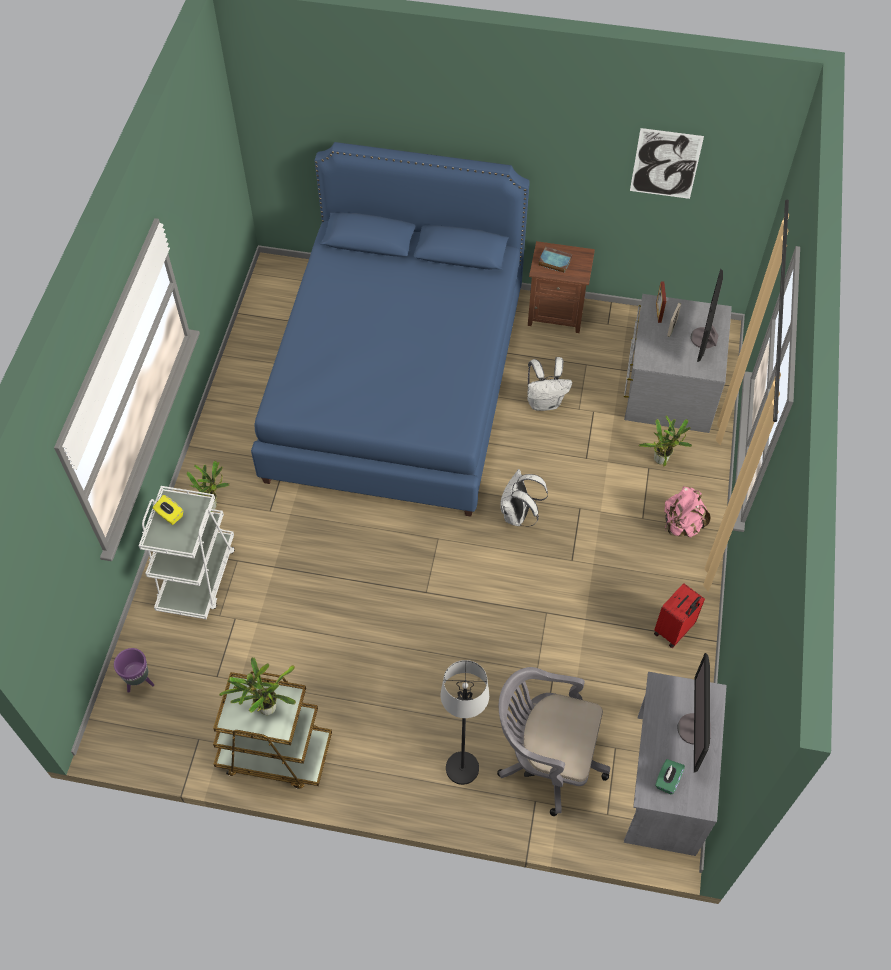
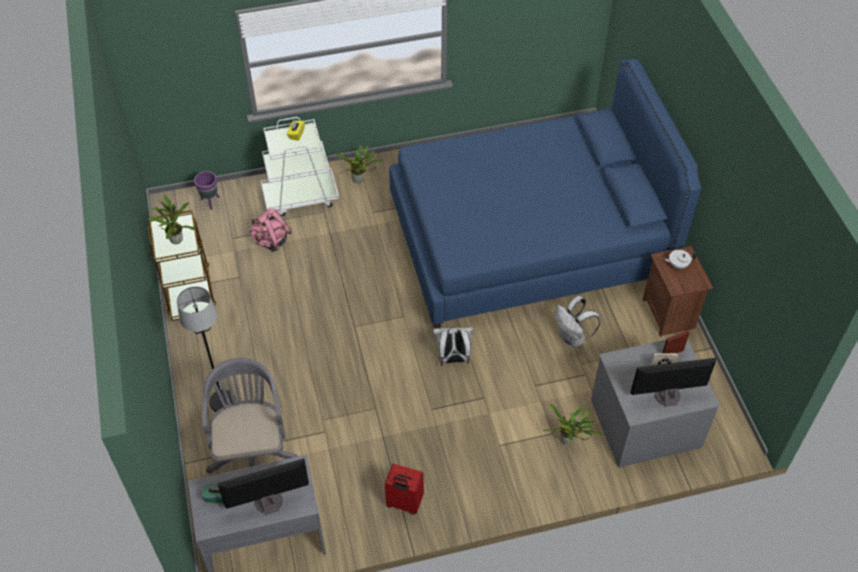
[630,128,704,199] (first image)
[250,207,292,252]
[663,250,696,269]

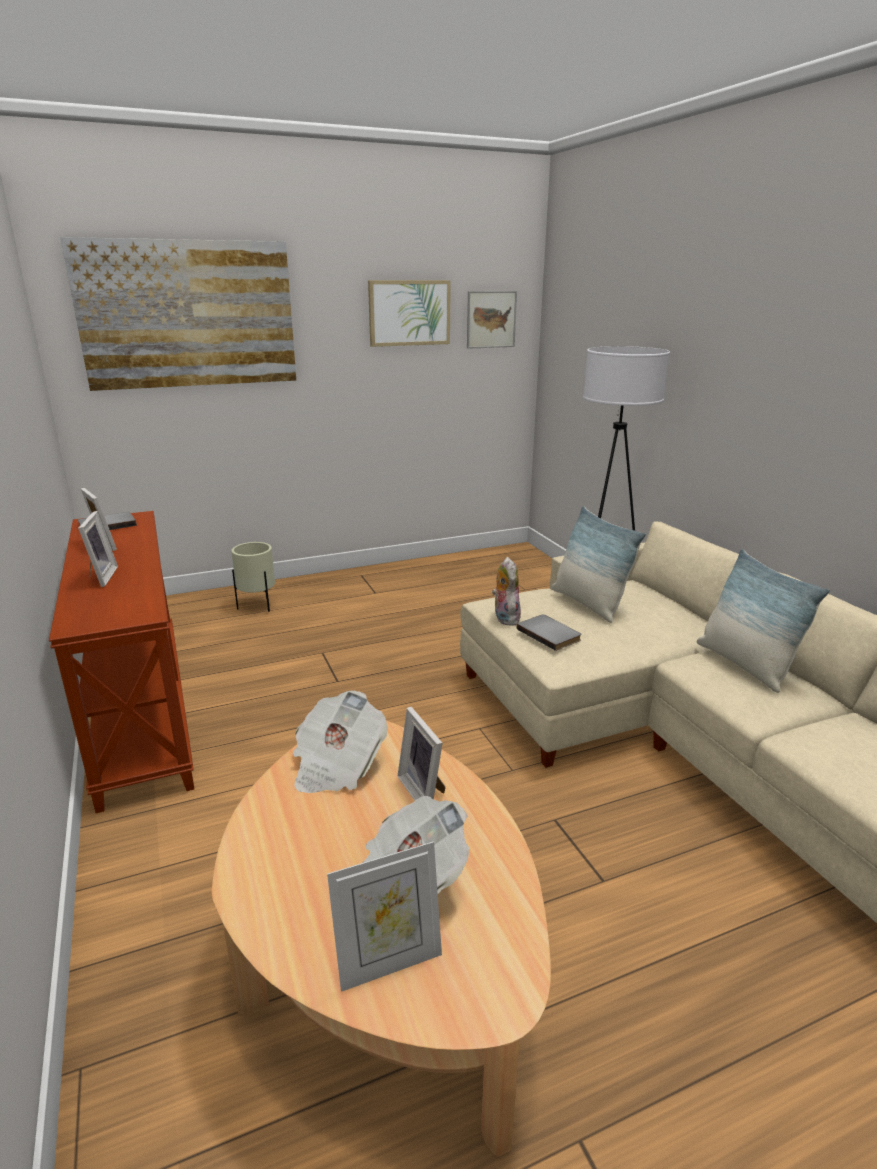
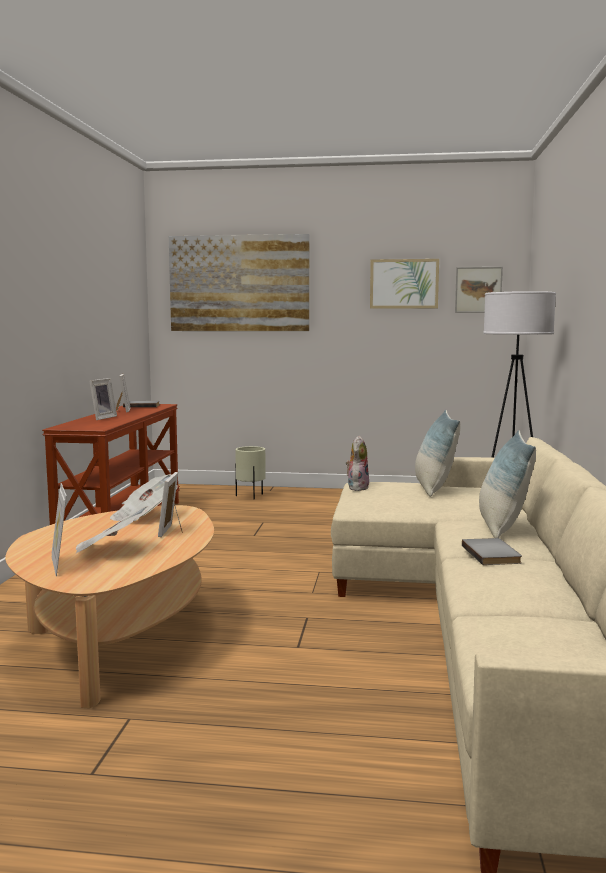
[462,538,522,565]
[52,483,67,576]

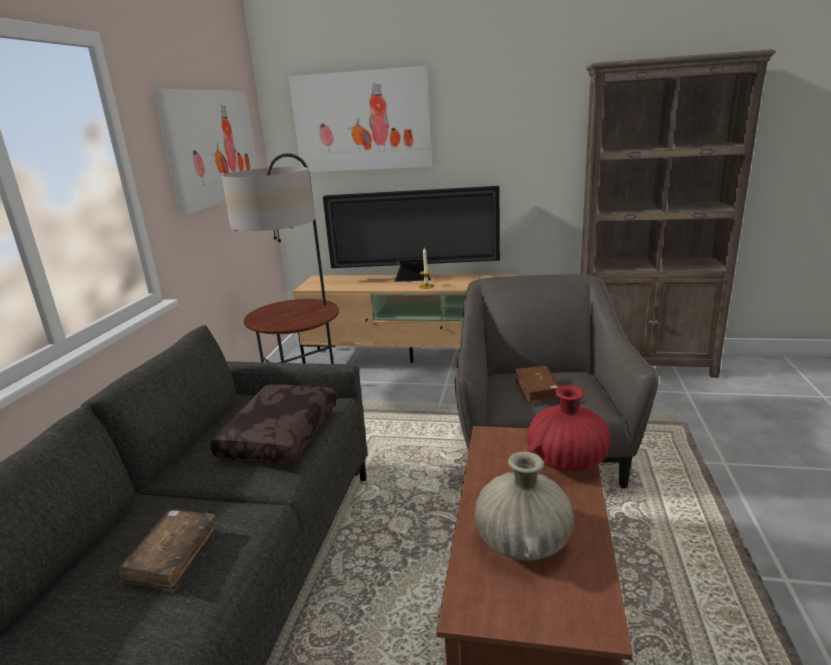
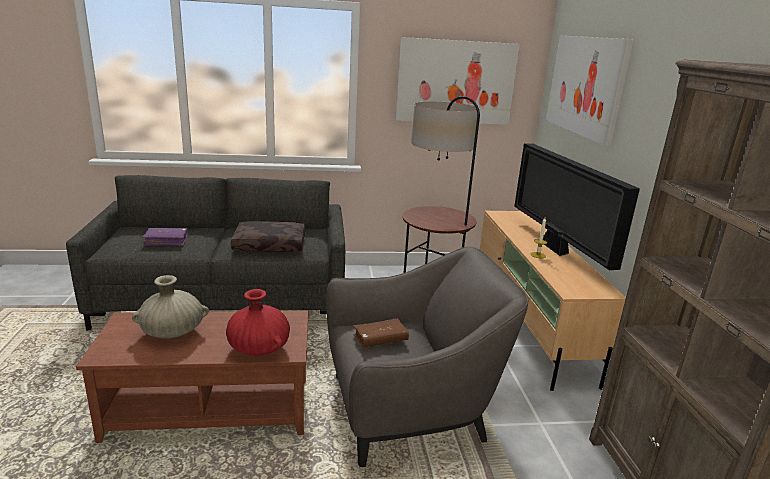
[143,228,188,246]

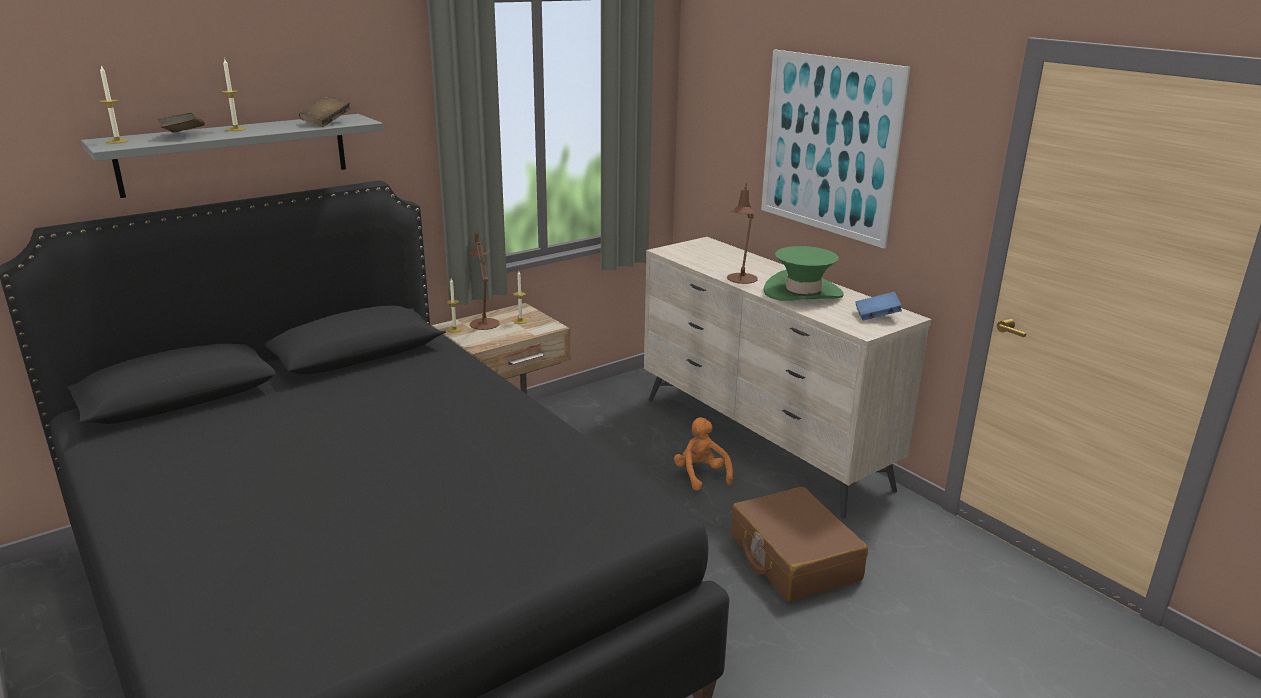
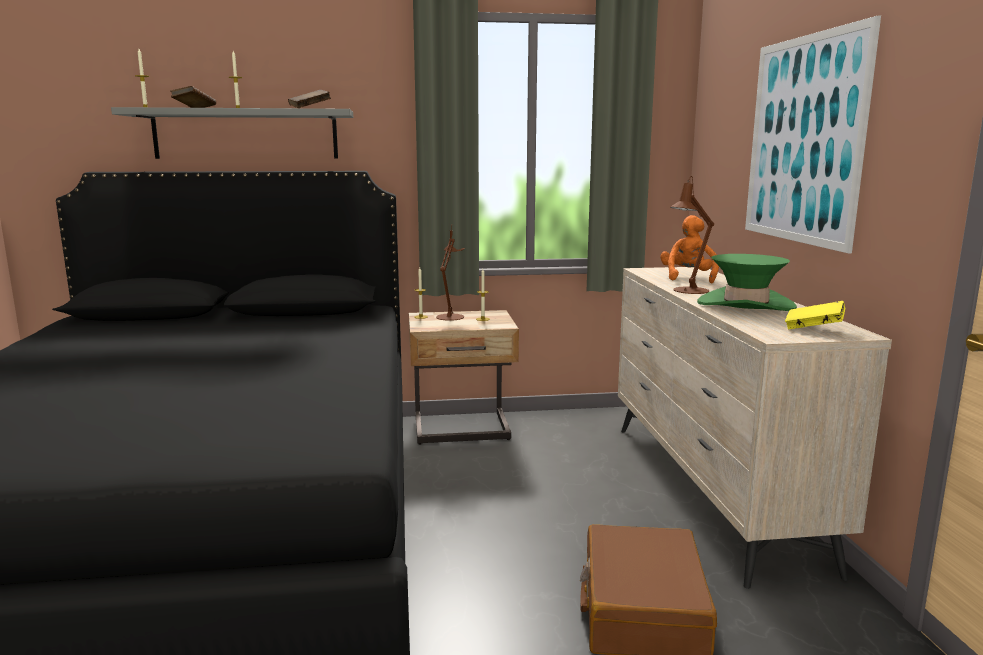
[660,215,719,283]
[785,301,845,329]

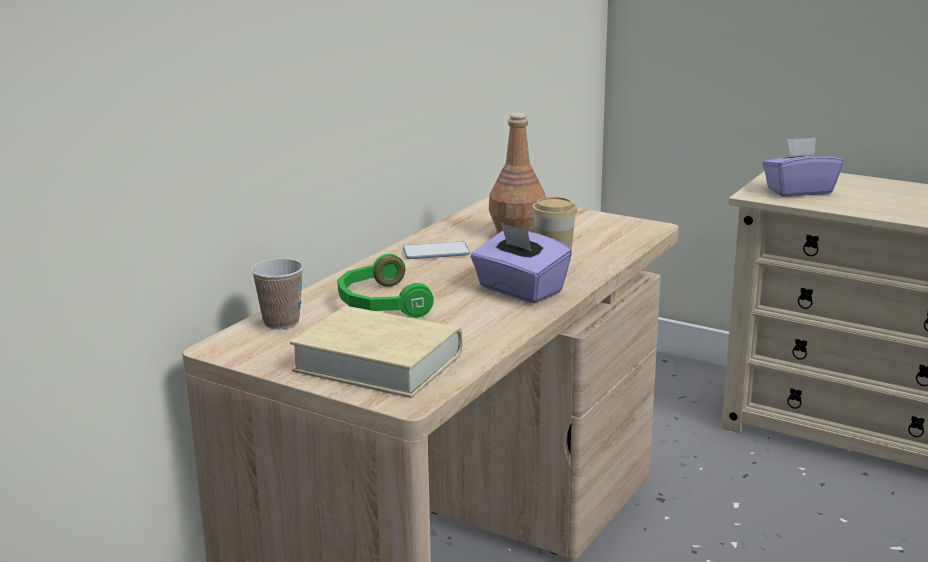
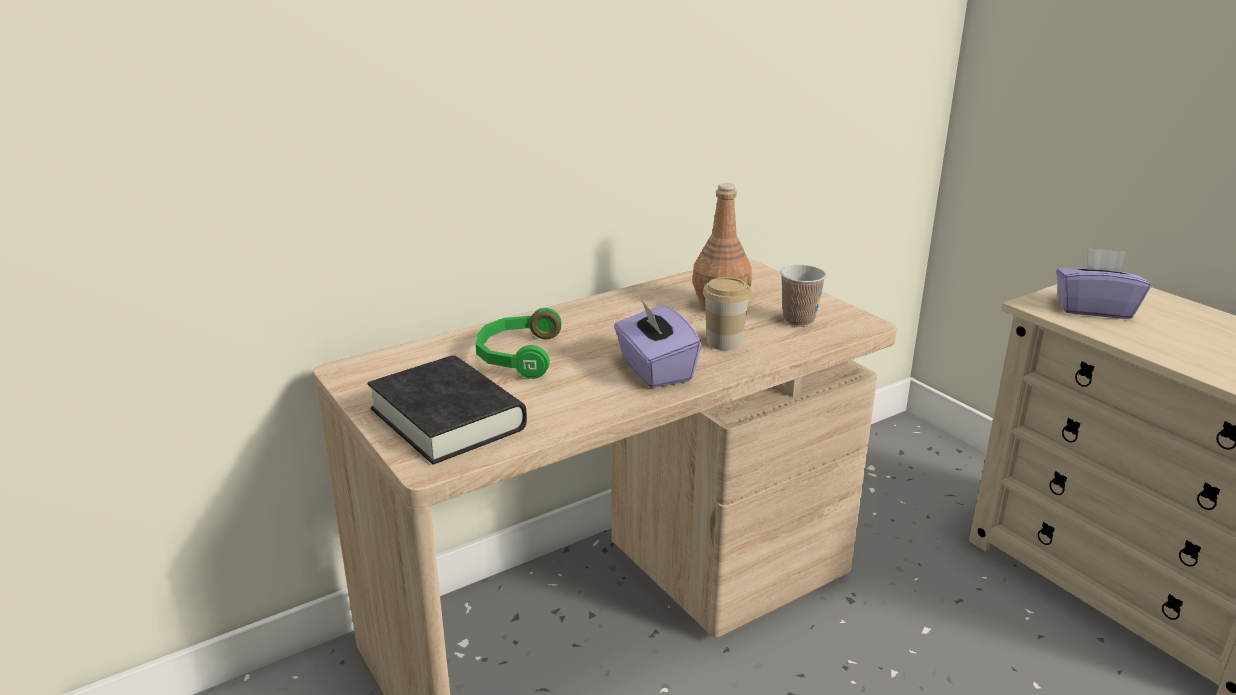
[403,242,470,259] (first image)
[780,265,826,327]
[368,355,527,465]

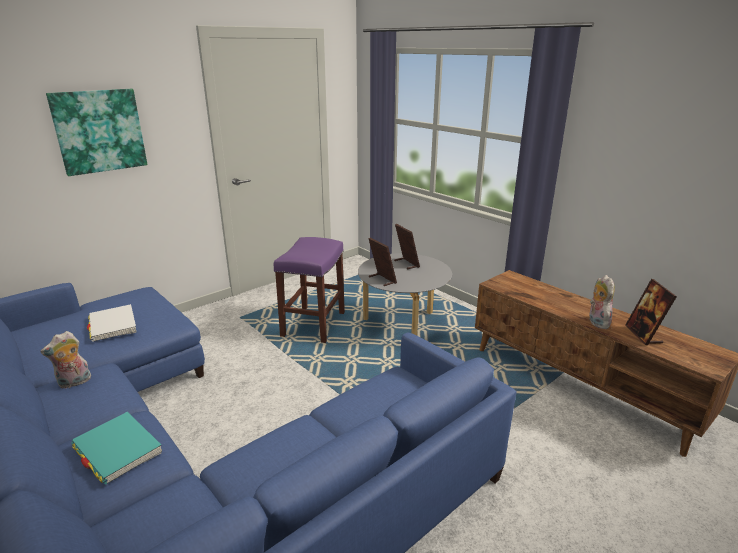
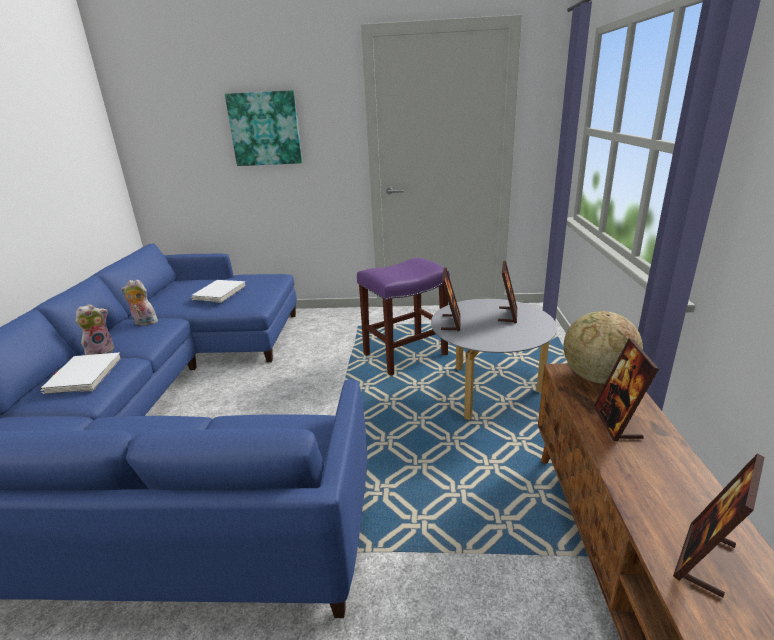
[563,311,643,384]
[594,338,659,442]
[75,304,114,355]
[40,352,121,394]

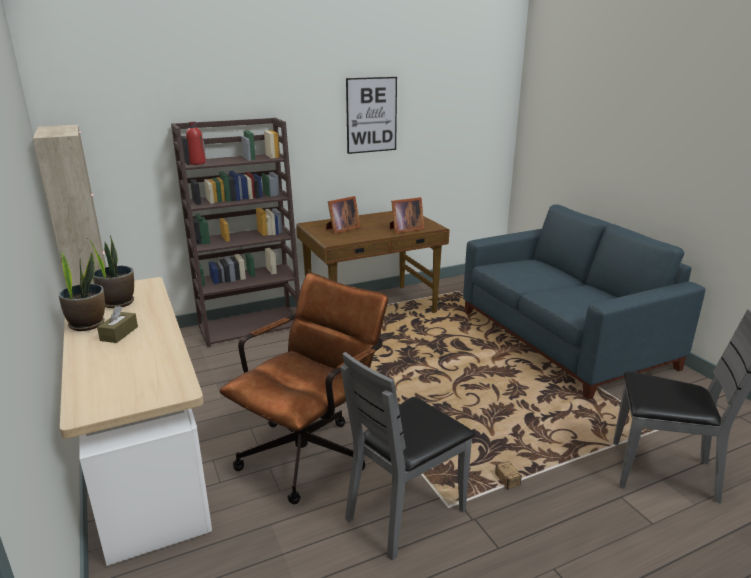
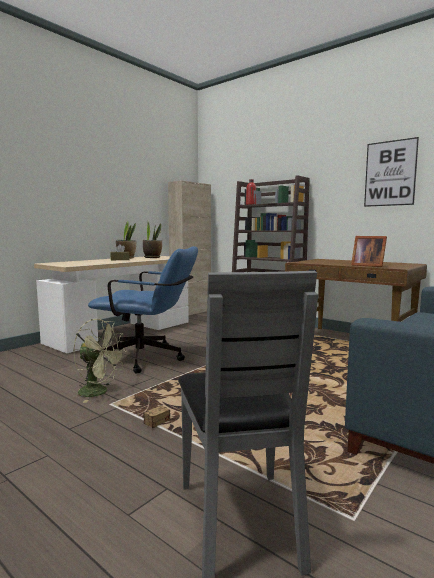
[326,196,361,234] (first image)
[73,319,127,403]
[88,246,198,374]

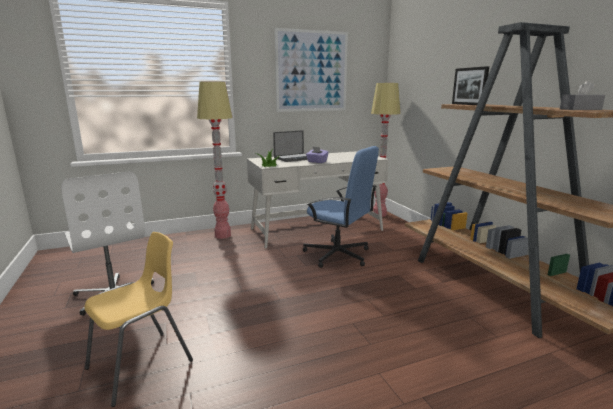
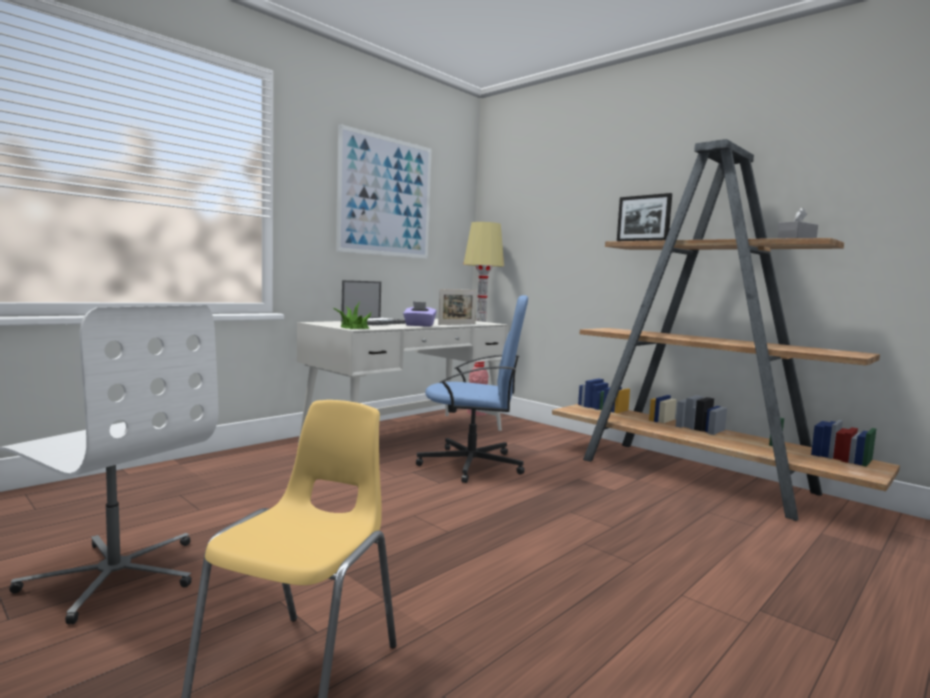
[197,82,233,239] (first image)
[438,289,477,325]

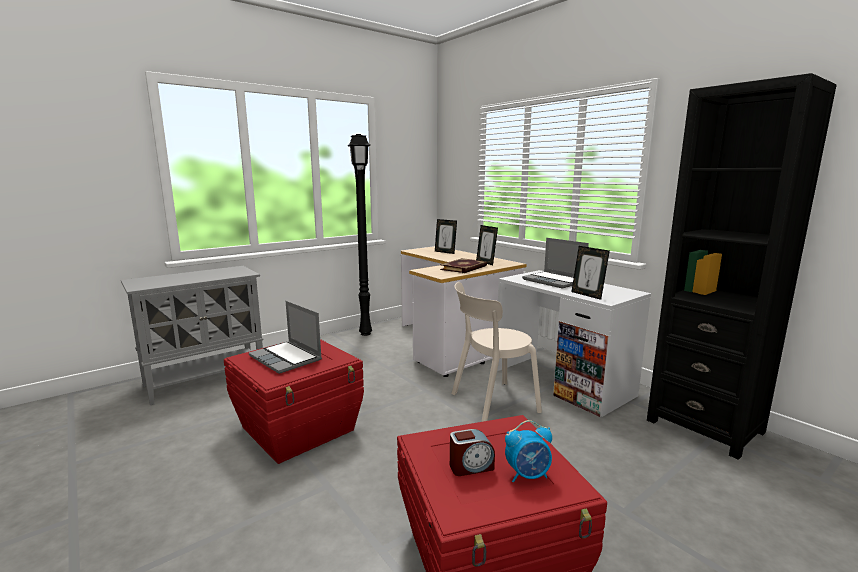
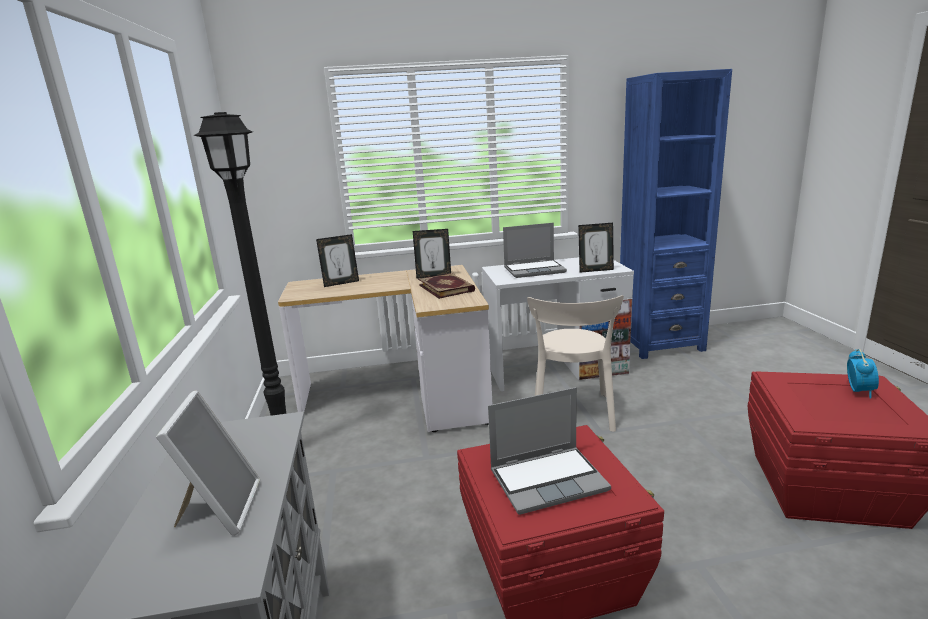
[450,429,495,476] (first image)
[156,390,260,536]
[620,69,732,359]

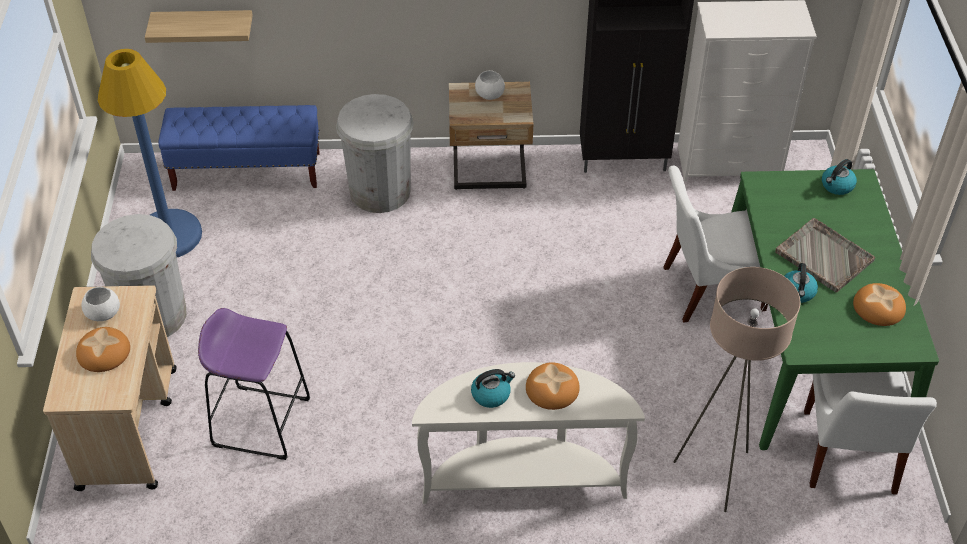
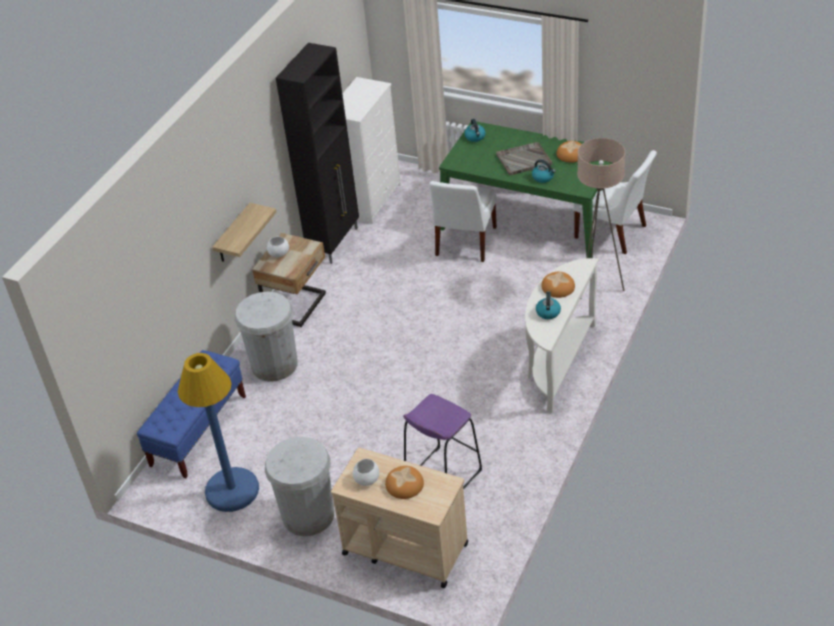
[212,203,277,262]

